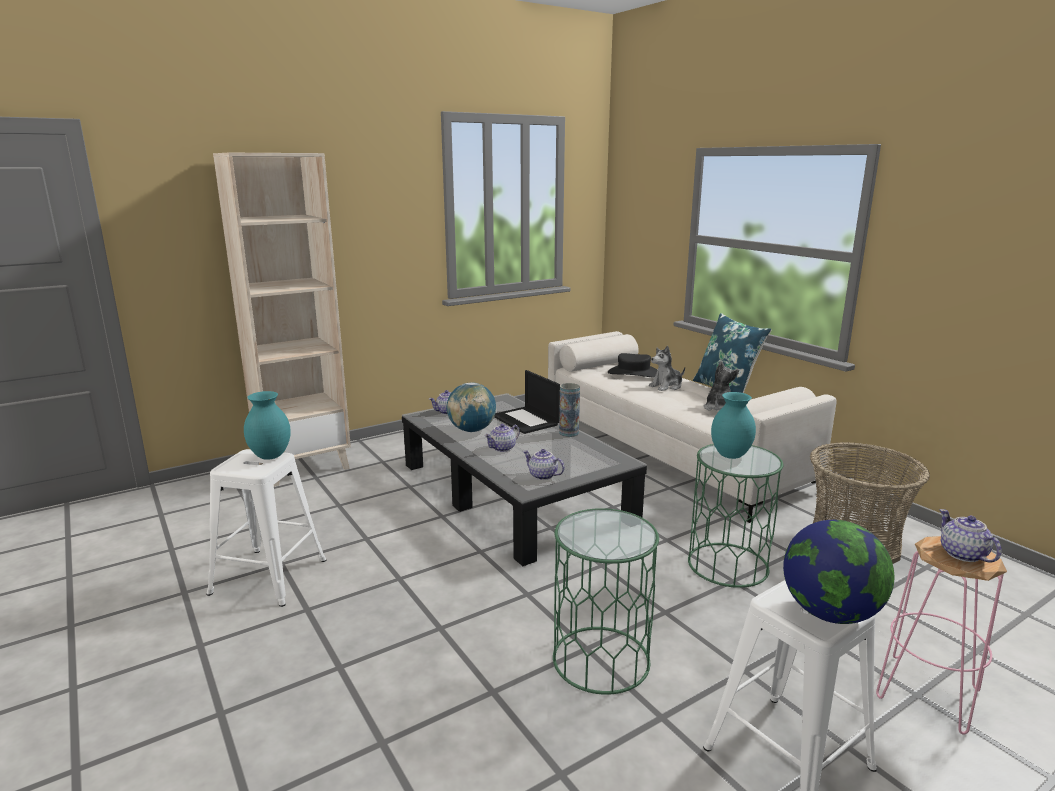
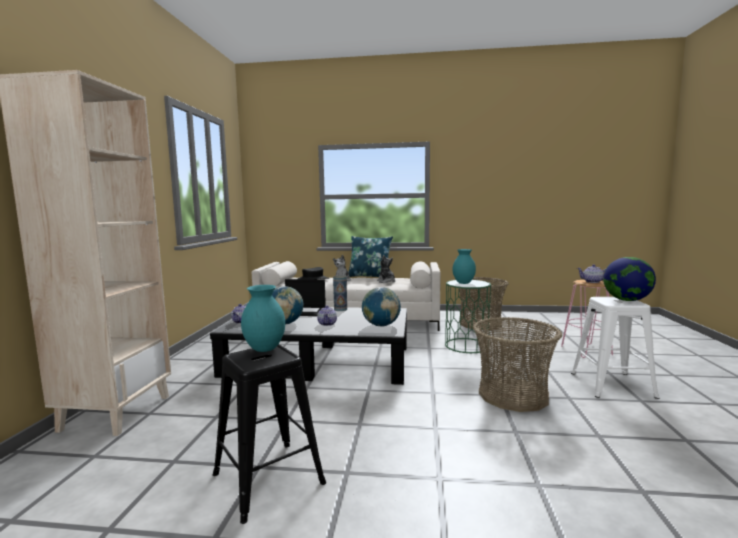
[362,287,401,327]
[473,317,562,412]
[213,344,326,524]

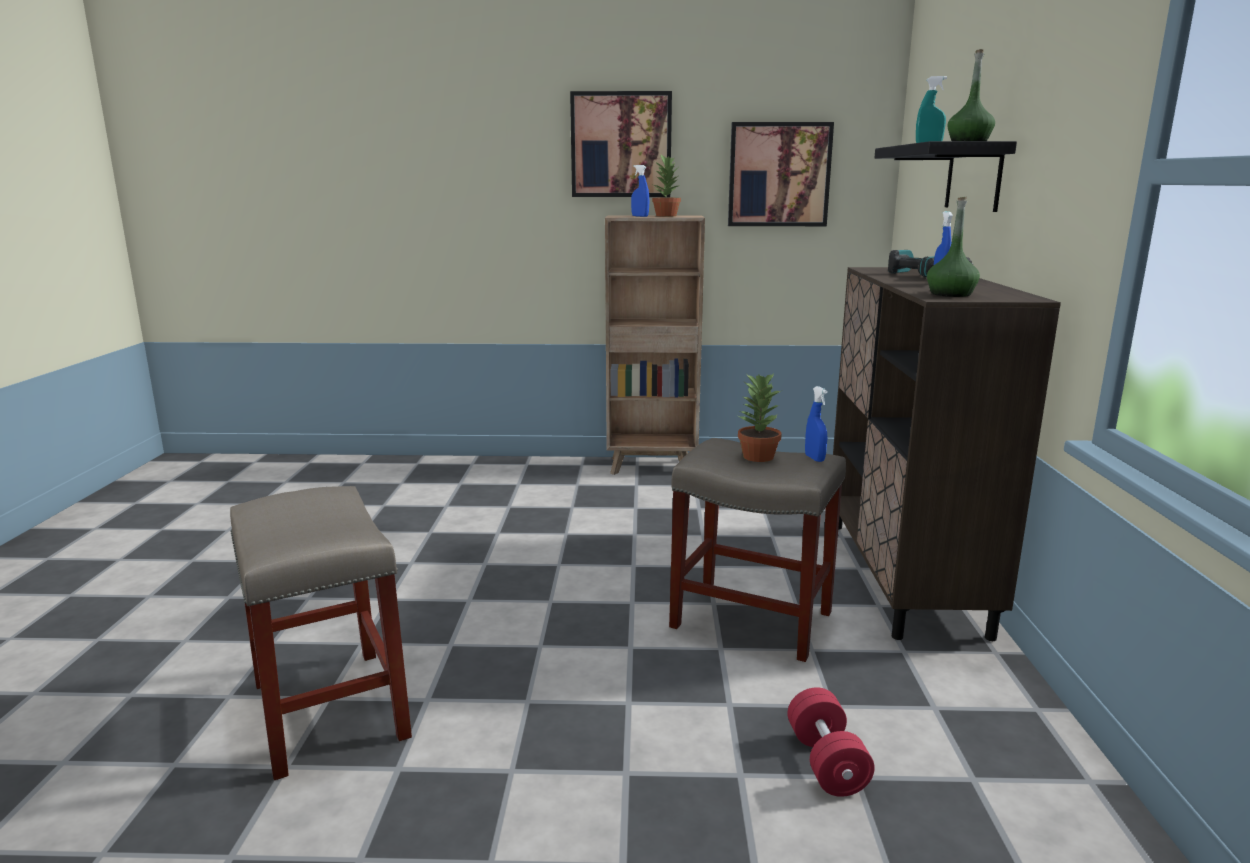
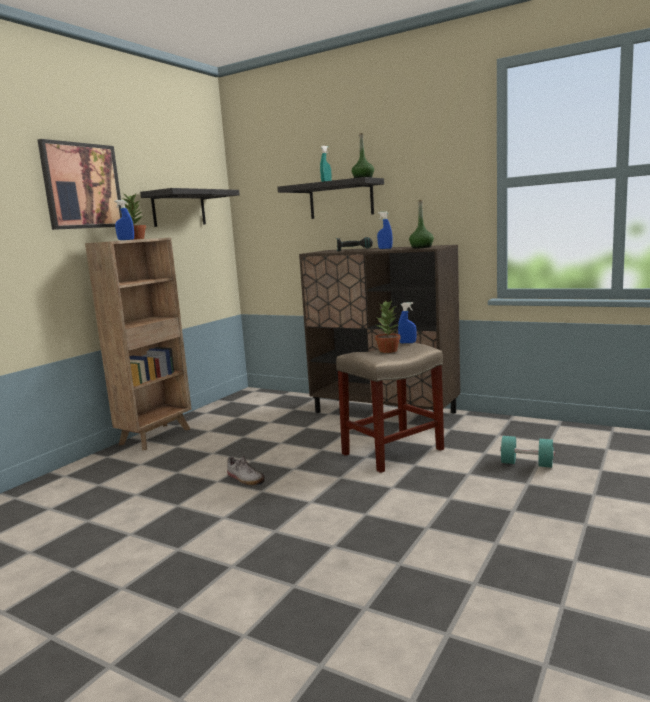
[230,486,412,780] (first image)
[227,456,265,485]
[140,188,240,227]
[500,436,555,468]

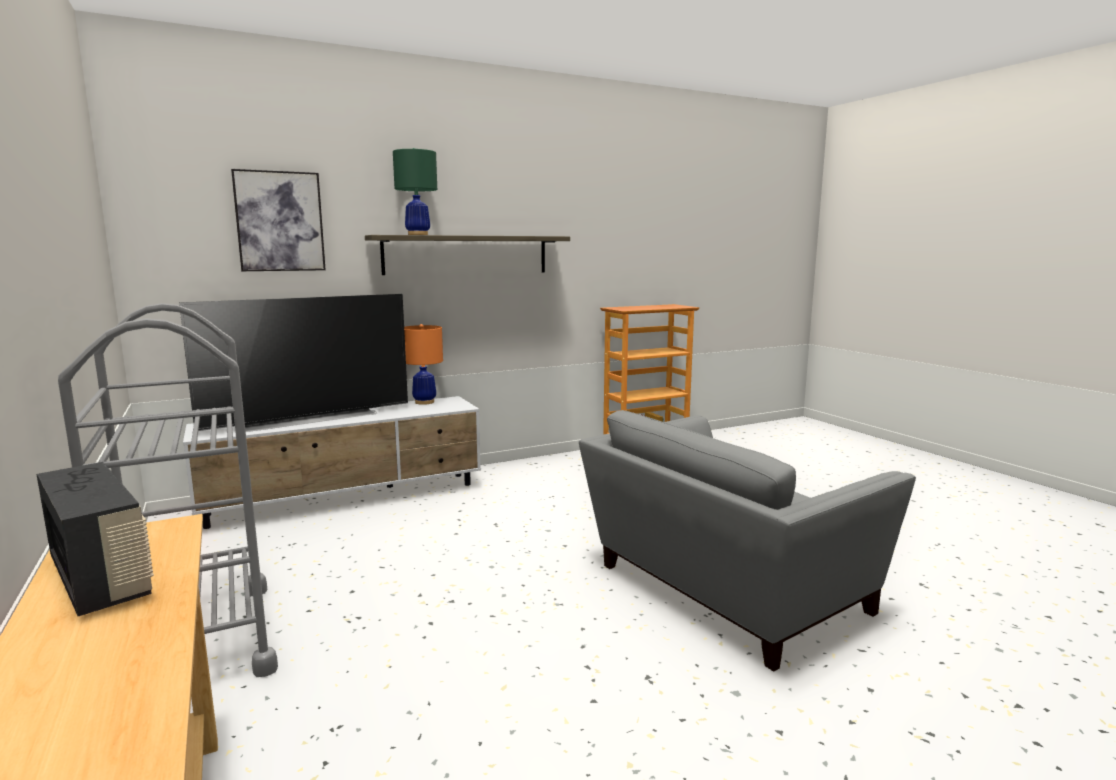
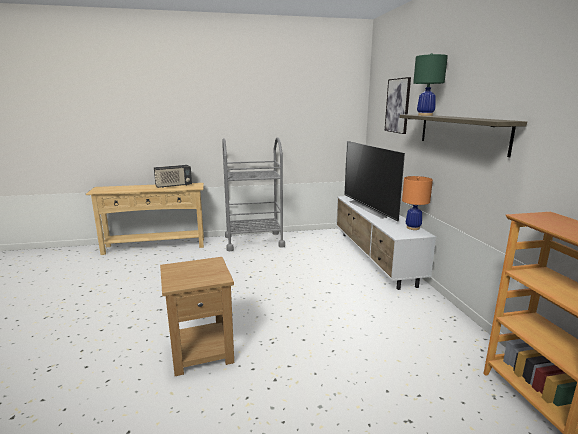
[160,257,234,376]

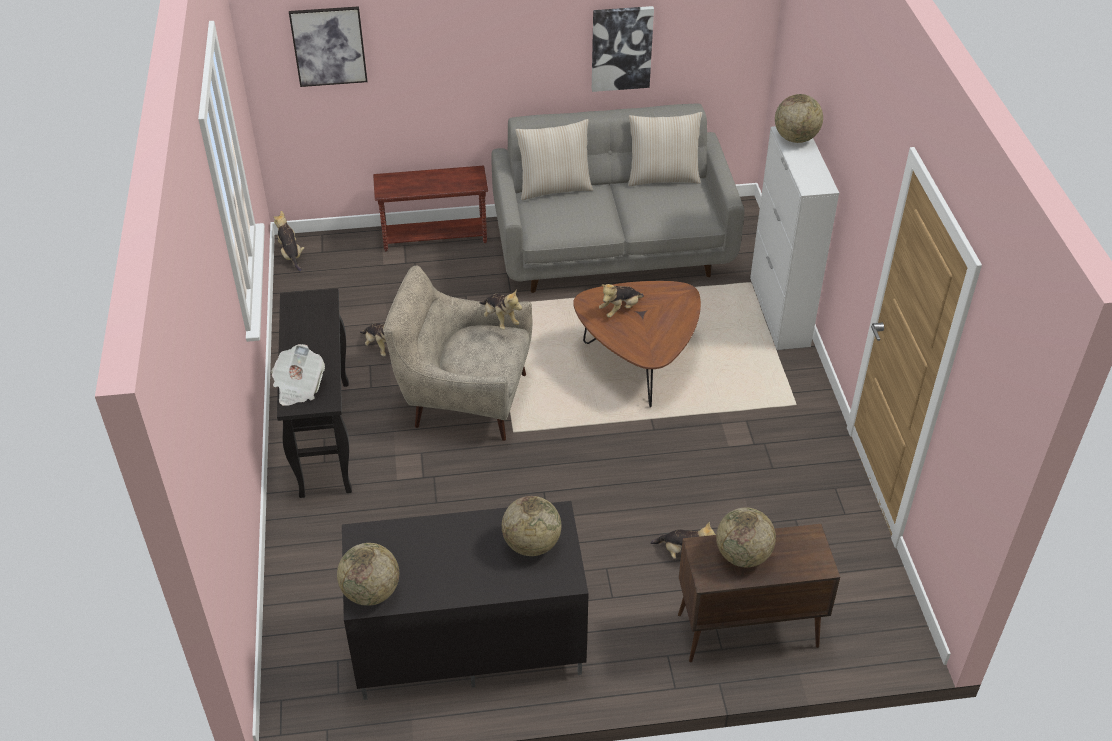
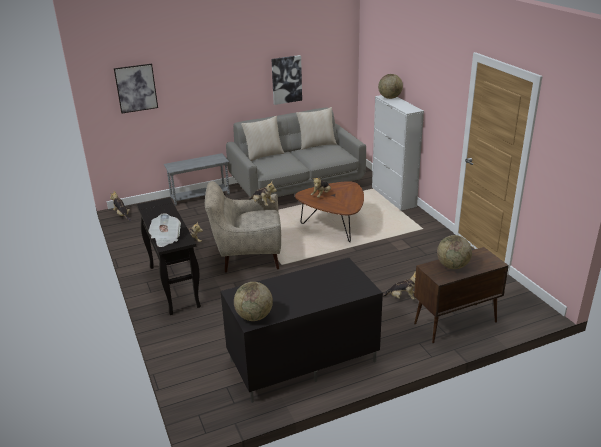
[502,496,561,556] (first image)
[164,153,230,206]

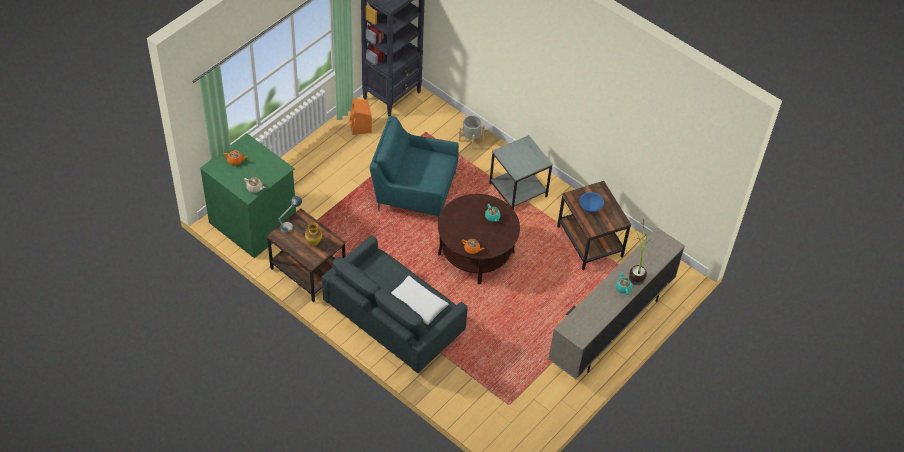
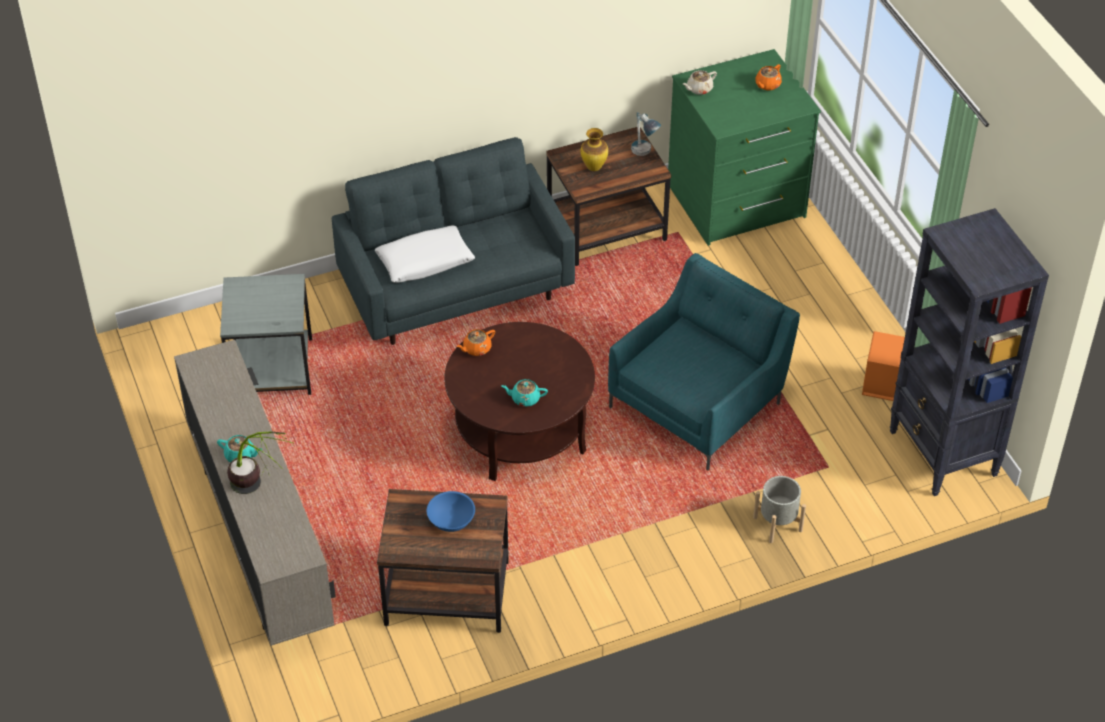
[220,274,312,395]

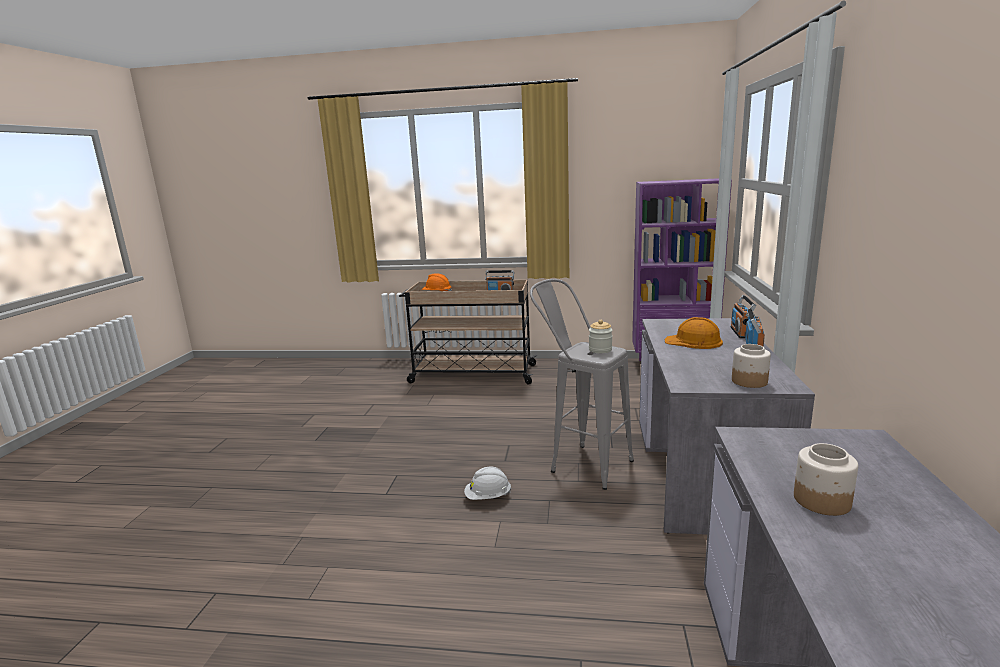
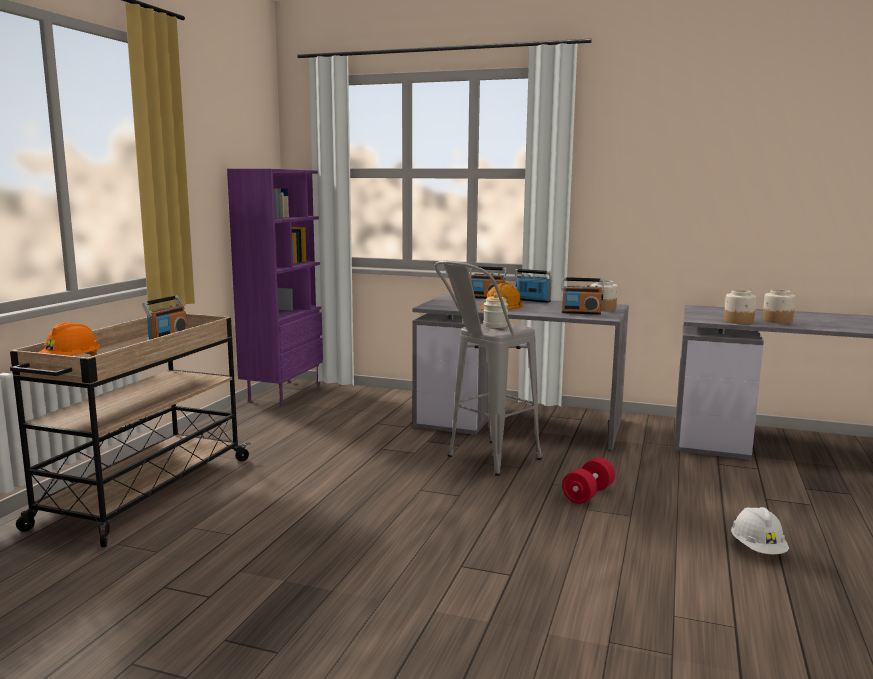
[561,277,604,315]
[562,457,615,504]
[724,290,756,324]
[731,507,789,554]

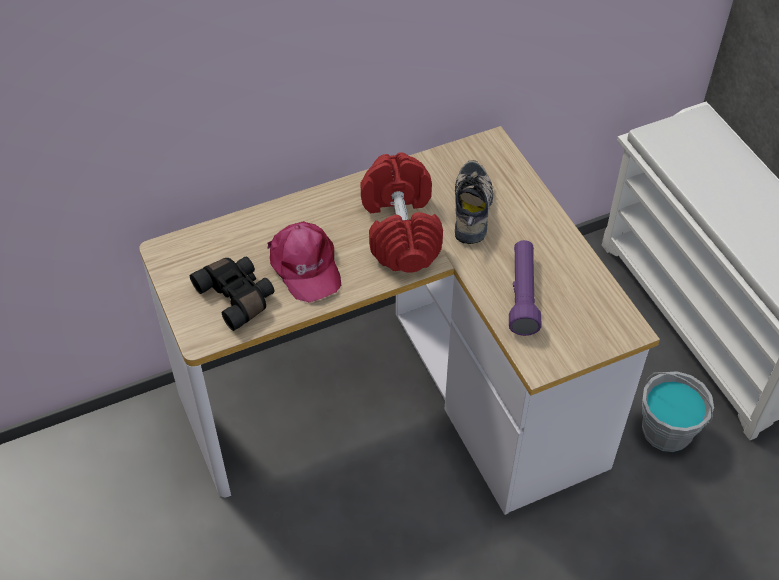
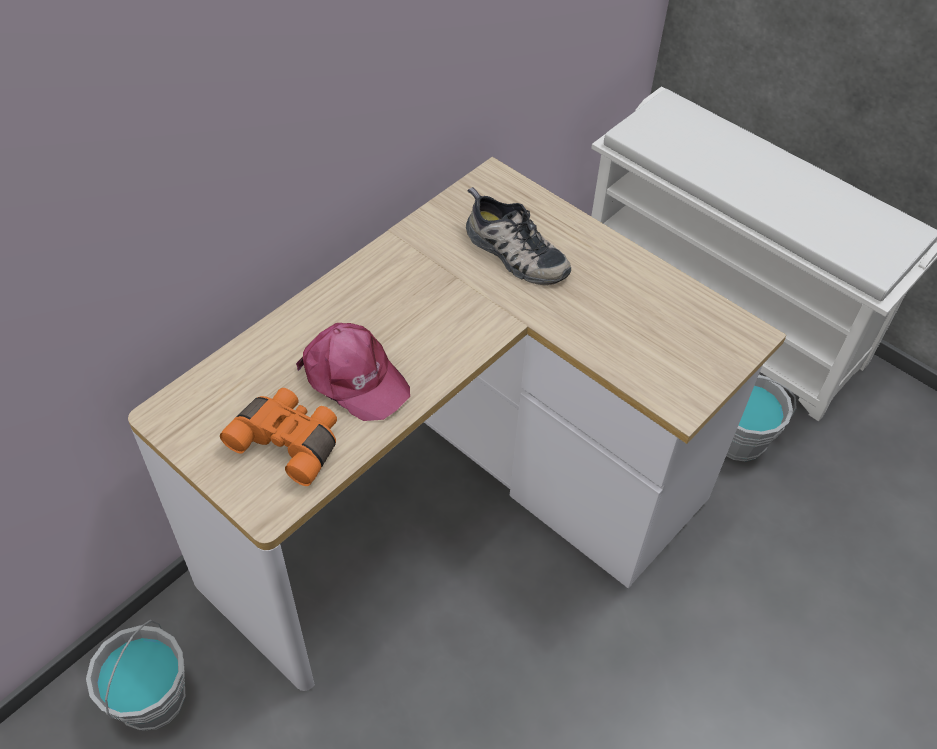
[360,153,443,273] (first image)
[509,240,542,336] (first image)
[86,620,185,731]
[220,388,337,486]
[466,187,571,285]

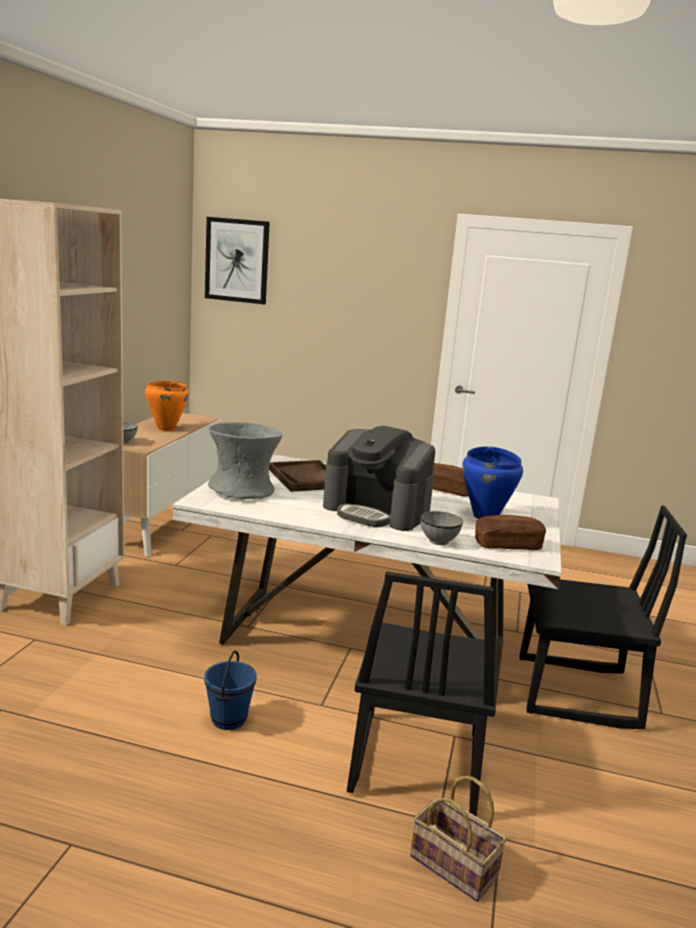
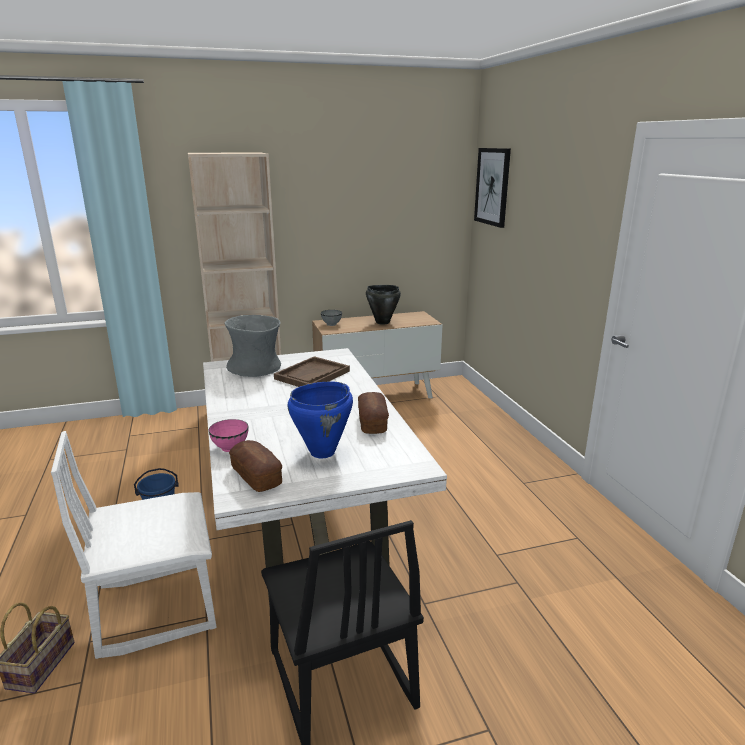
[323,425,435,531] (first image)
[366,285,401,325]
[51,431,217,659]
[208,419,249,452]

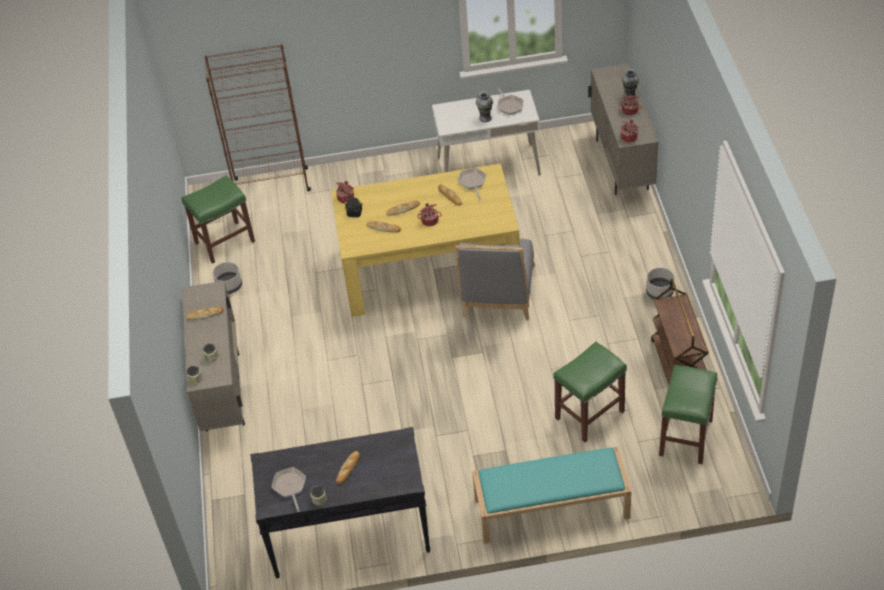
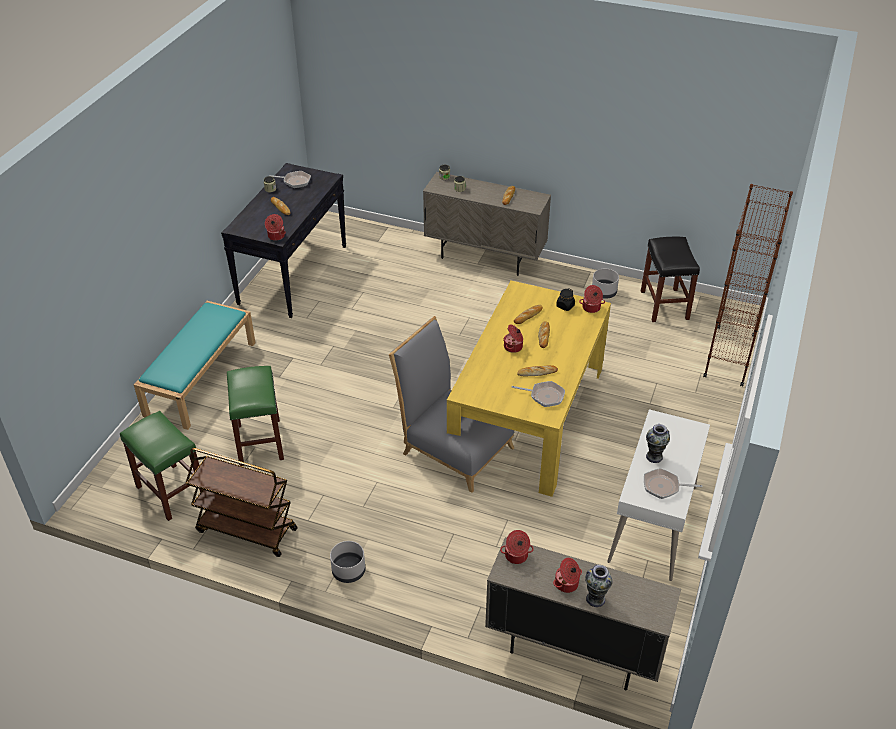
[265,214,286,241]
[641,237,700,322]

